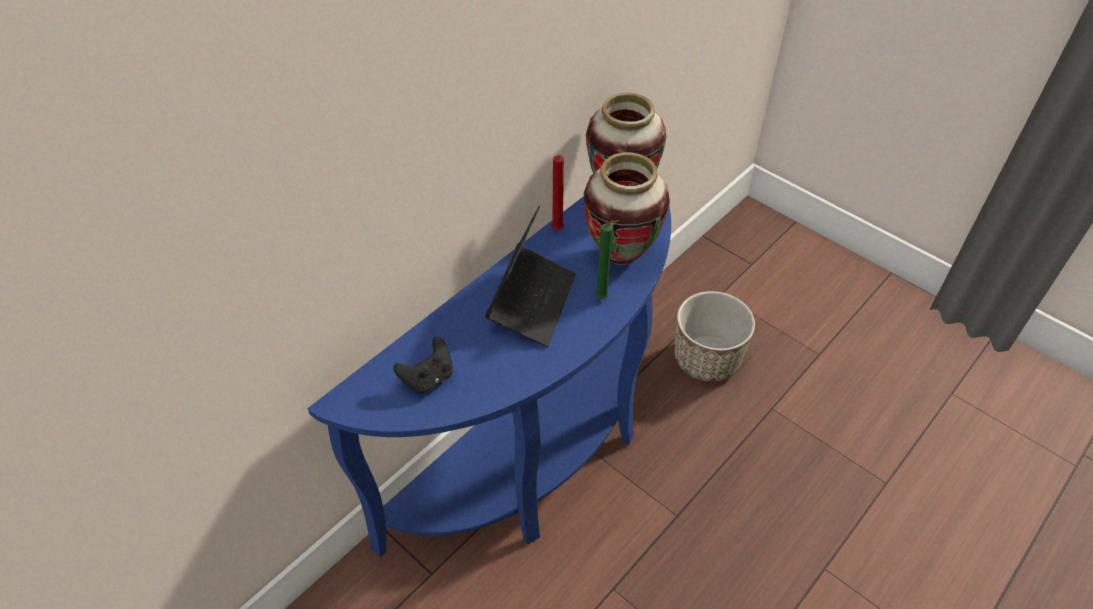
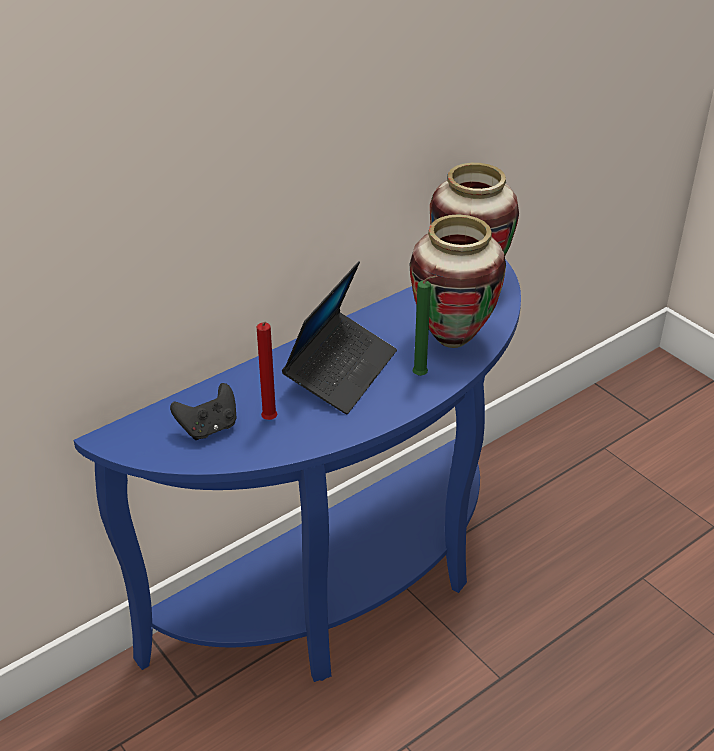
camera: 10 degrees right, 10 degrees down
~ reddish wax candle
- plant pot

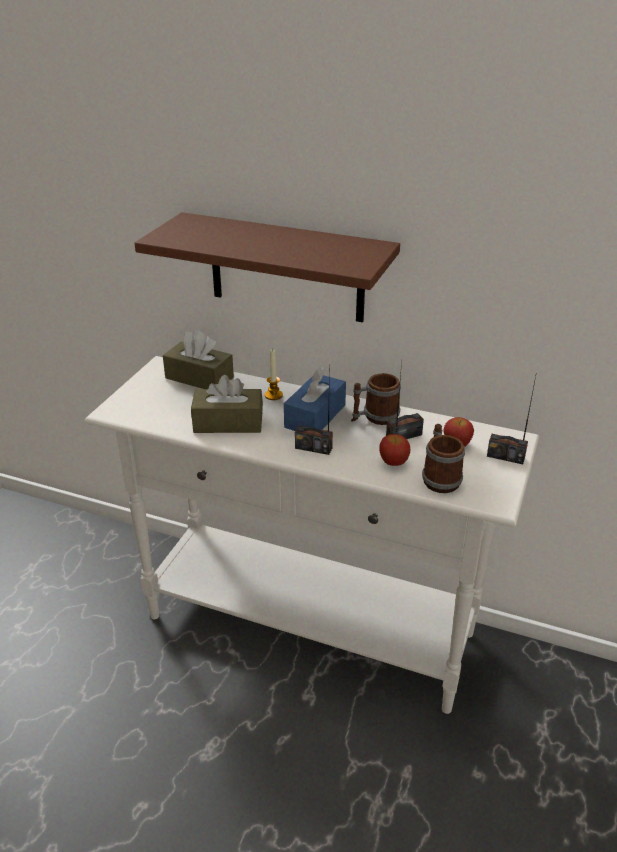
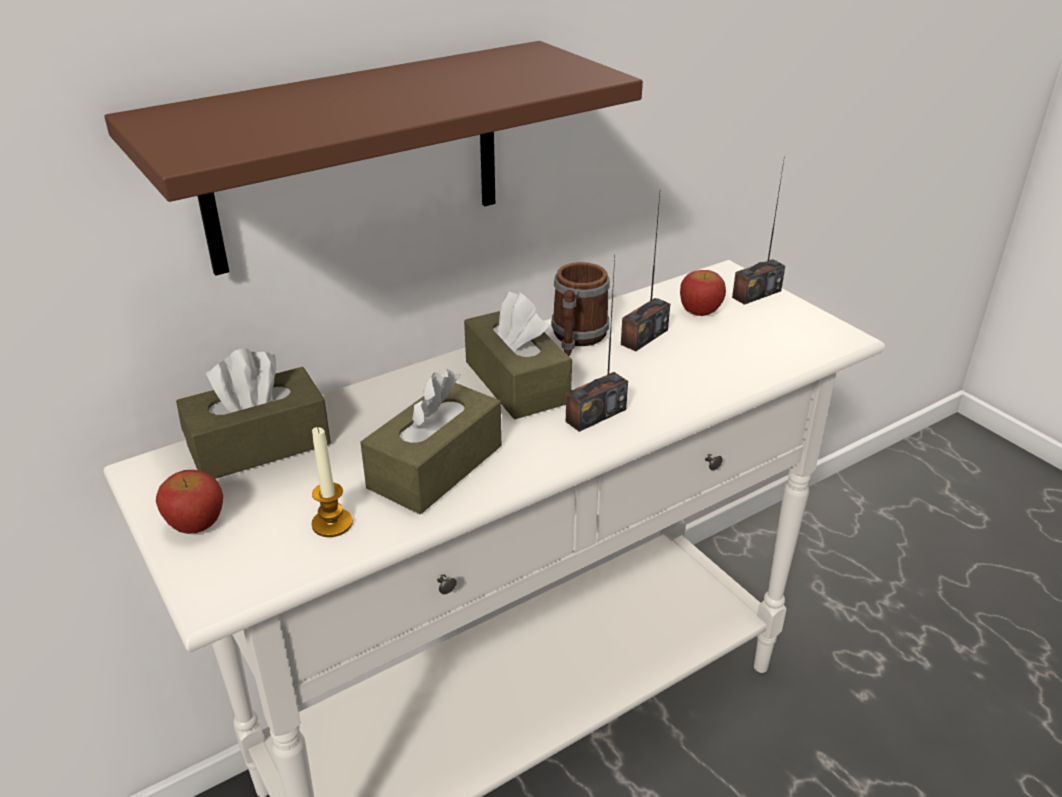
camera: 55 degrees left, 0 degrees up
~ wax candle
~ blue-coloured tissue holder to brown-coloured tissue holder (no. 3 from left)
~ apple (no. 1 from left)
~ radio (no. 2 from left) 150 degrees counterclockwise
- tea mug (no. 2 from left)

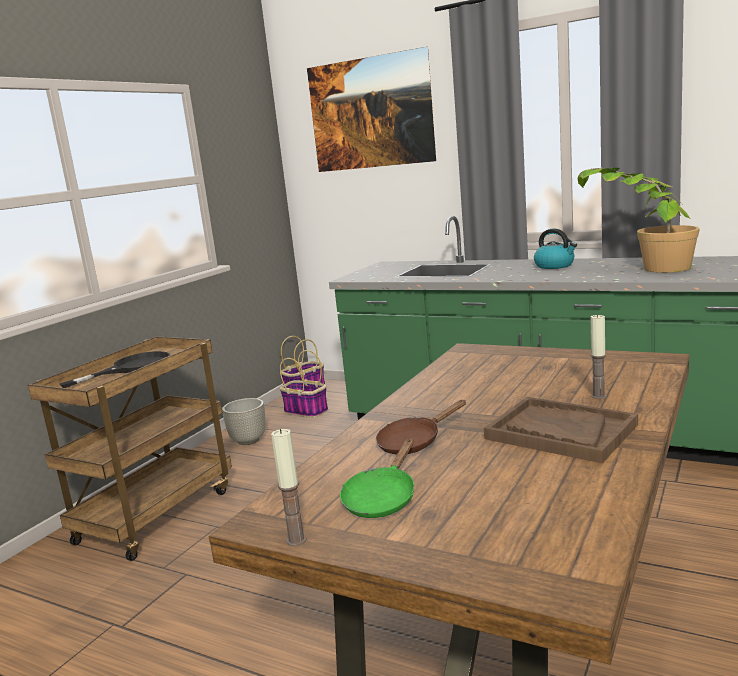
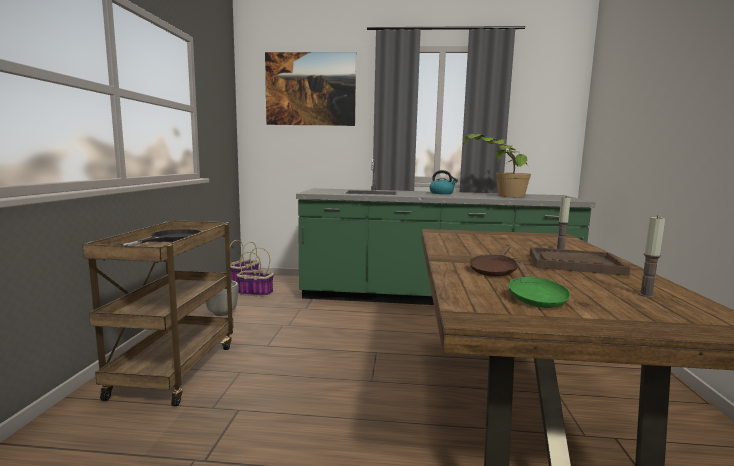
camera: 25 degrees left, 5 degrees down
~ wax candle (no. 1 from left in the first image) to wax candle (no. 2 from left)

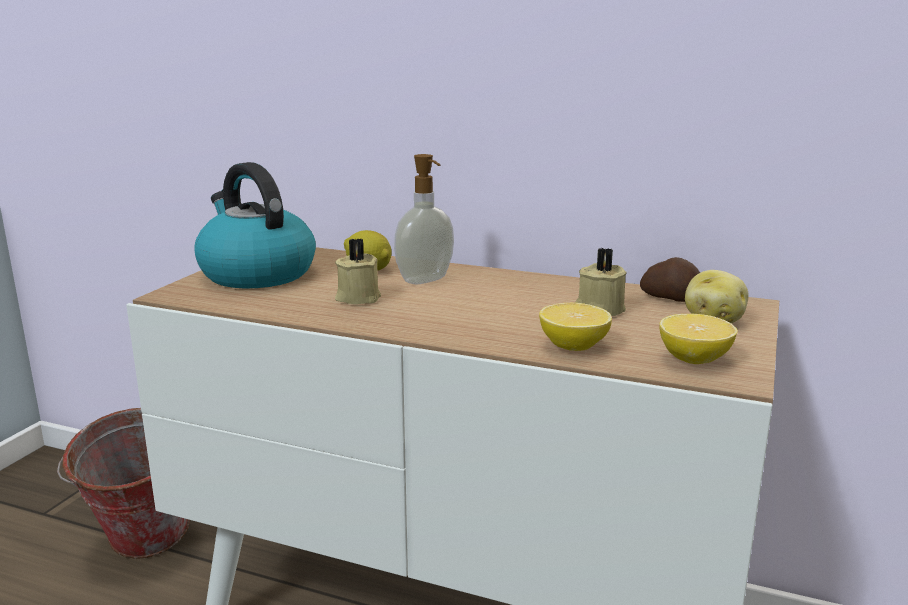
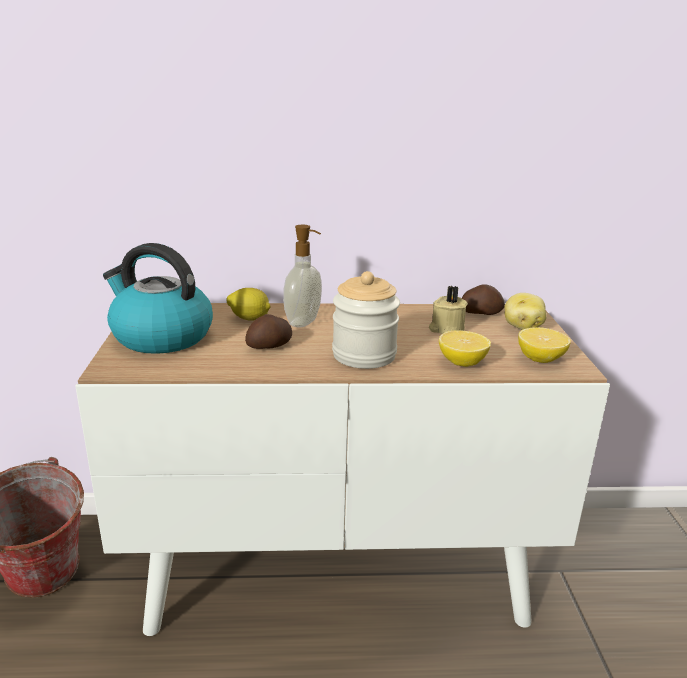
camera: 25 degrees left, 5 degrees up
~ sand-coloured wax candle (no. 1 from left) to whole potato (no. 1 from left)
+ storage jar

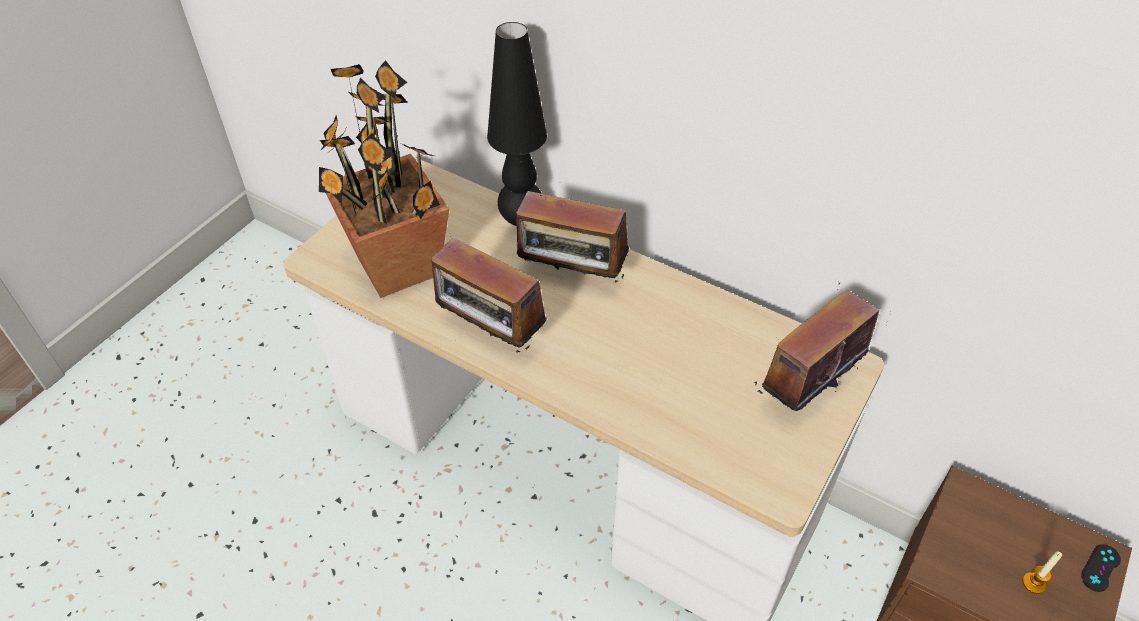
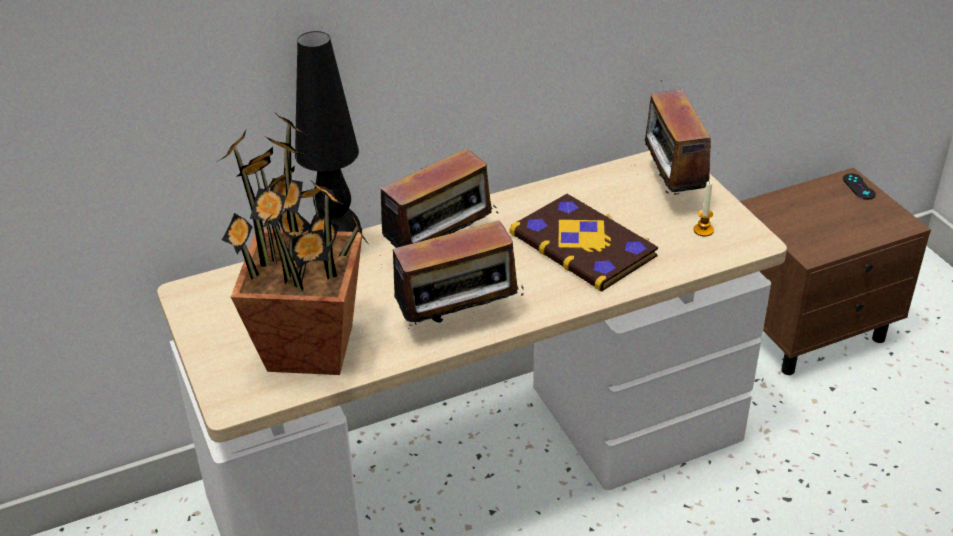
camera: 55 degrees left, 10 degrees down
~ wax candle
+ book

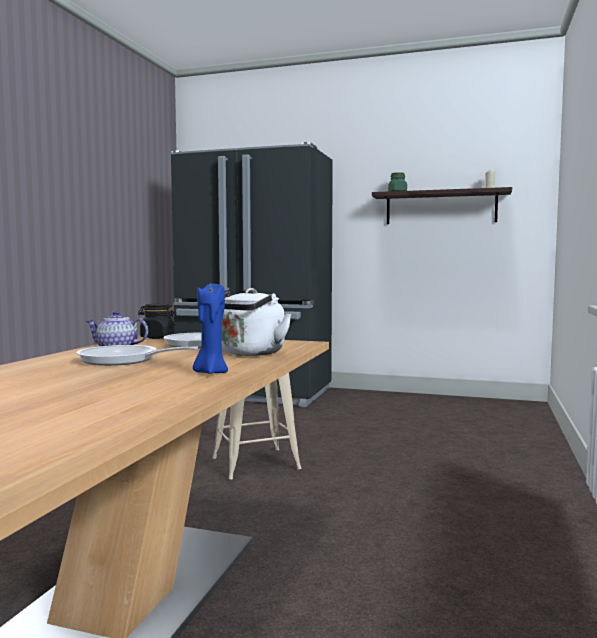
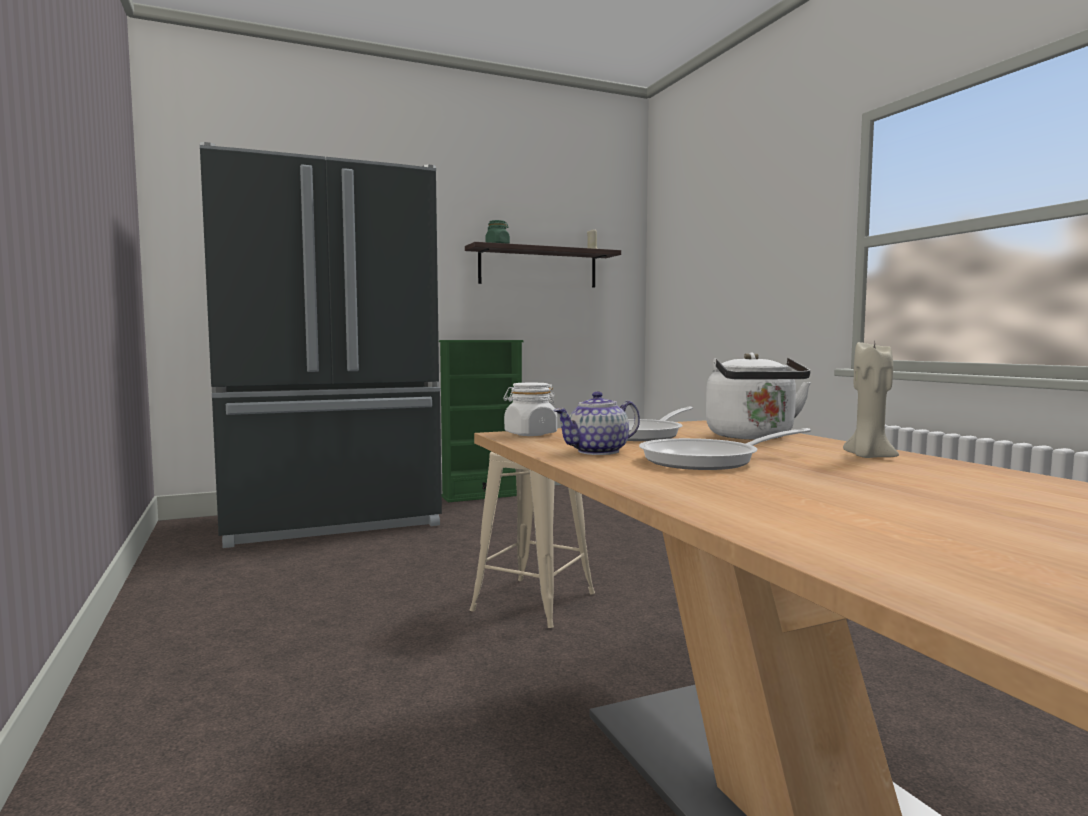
camera: 40 degrees left, 0 degrees up
~ black storage jar to white storage jar
~ blue-coloured wax candle to sand-coloured wax candle (no. 2 from left)
+ greenish shelving unit

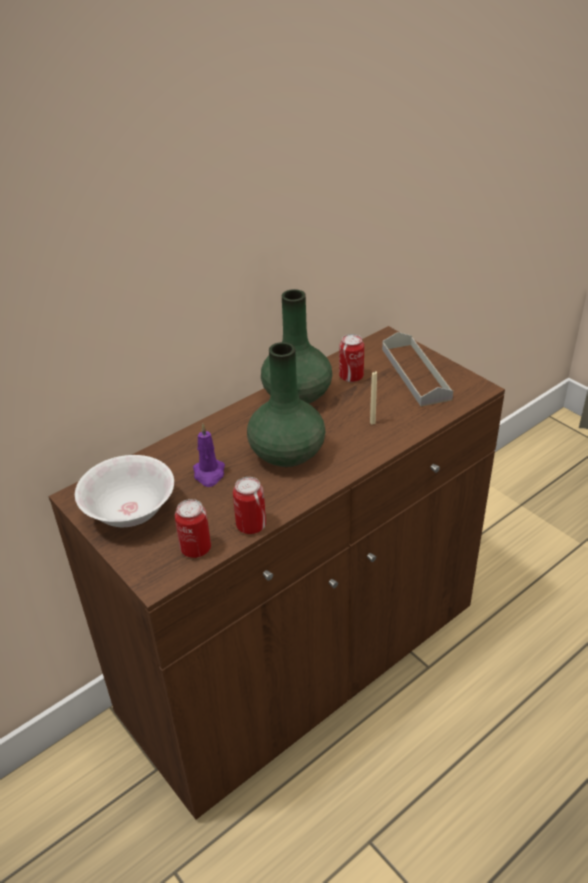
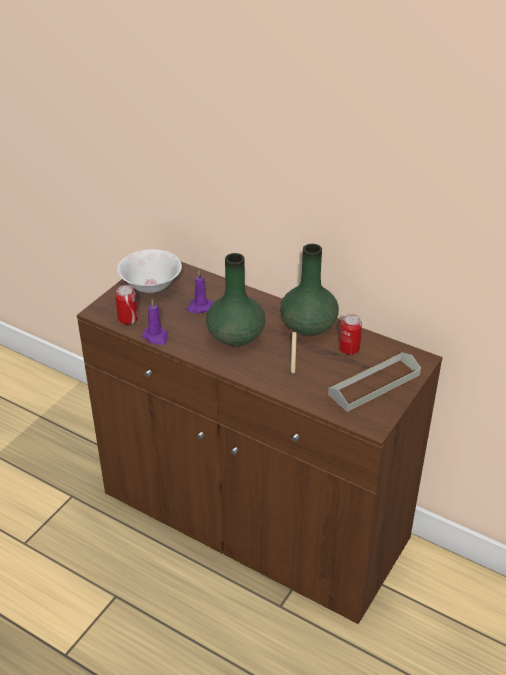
camera: 70 degrees right, 0 degrees up
~ can (no. 2 from left) to purple wax candle (no. 1 from left)

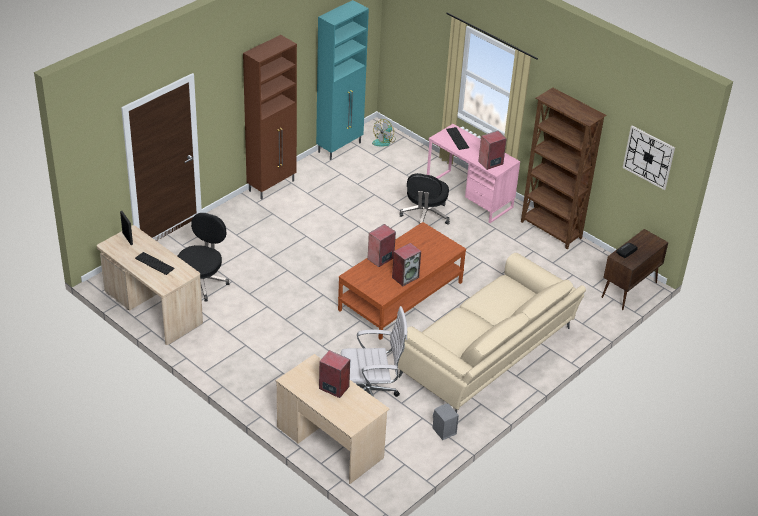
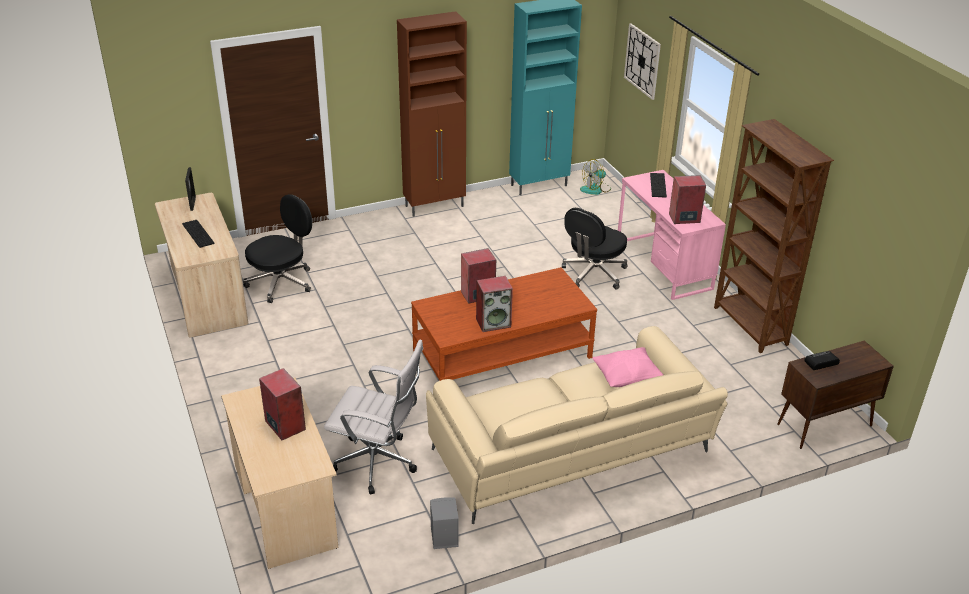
camera: 25 degrees right, 5 degrees down
~ hanging clock
+ pinkish throw pillow

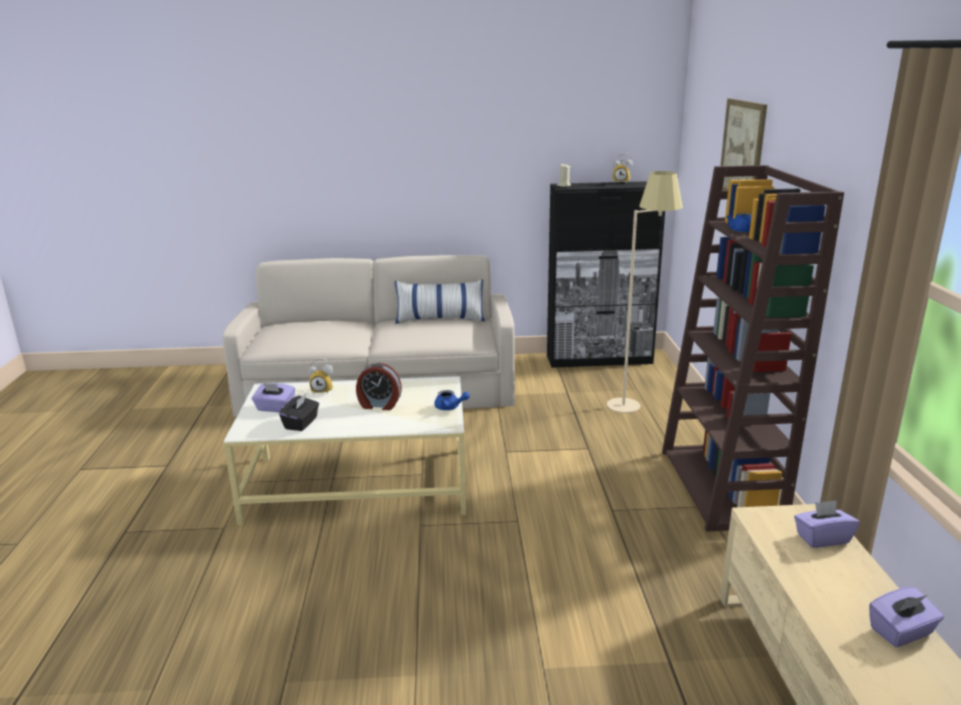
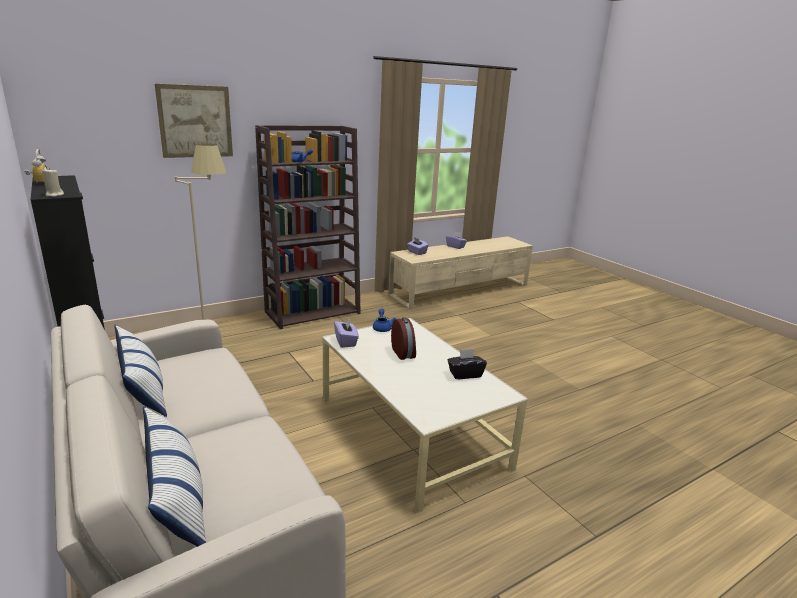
camera: 120 degrees left, 0 degrees up
~ purple tissue holder (no. 1 from left)
- bedside clock (no. 1 from left)
+ throw pillow (no. 2 from left)

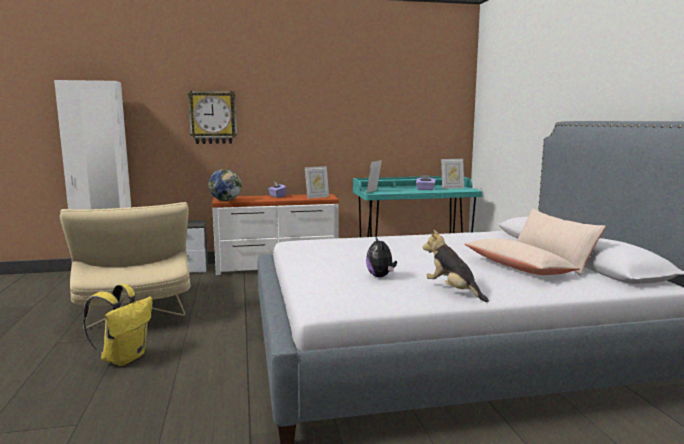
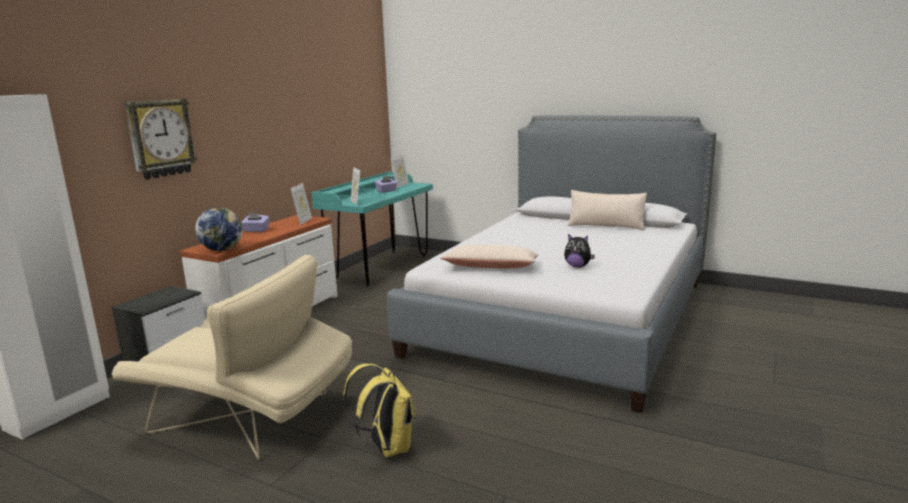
camera: 50 degrees left, 5 degrees up
- plush toy (no. 2 from left)
~ sand-coloured throw pillow (no. 1 from left)

